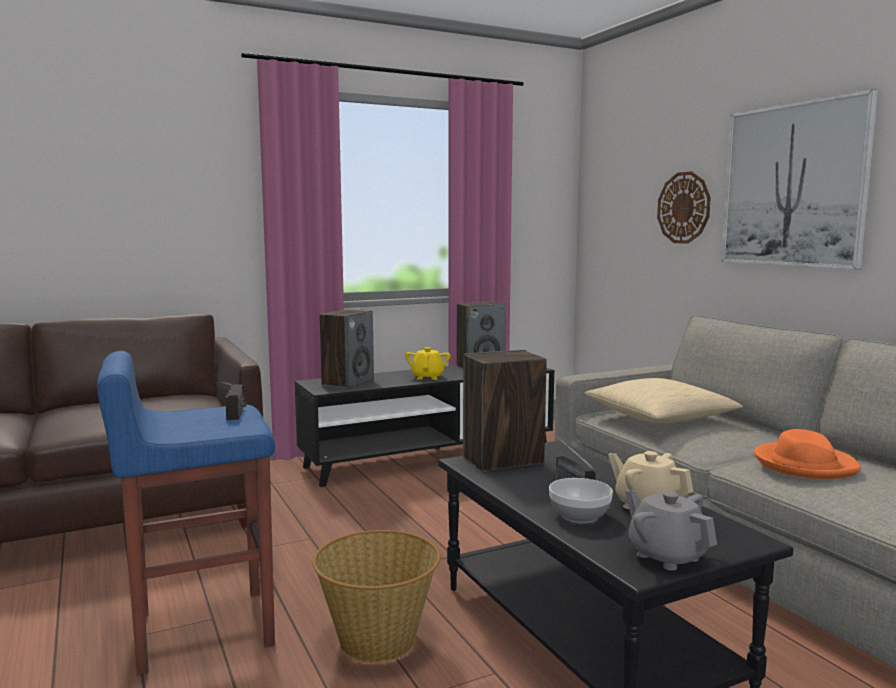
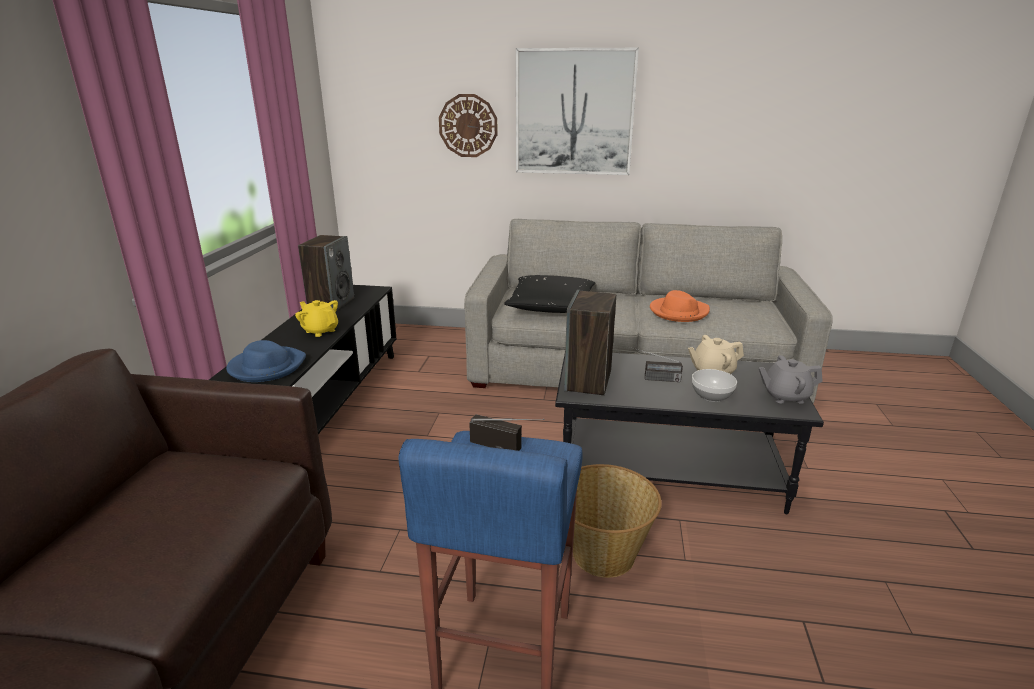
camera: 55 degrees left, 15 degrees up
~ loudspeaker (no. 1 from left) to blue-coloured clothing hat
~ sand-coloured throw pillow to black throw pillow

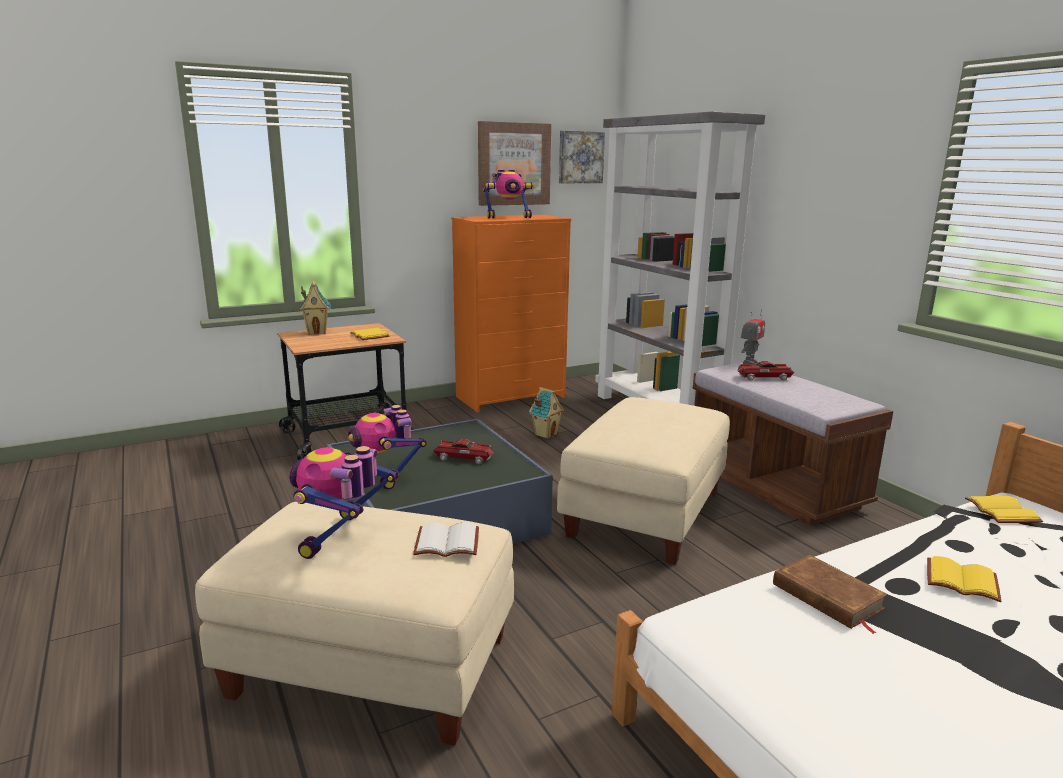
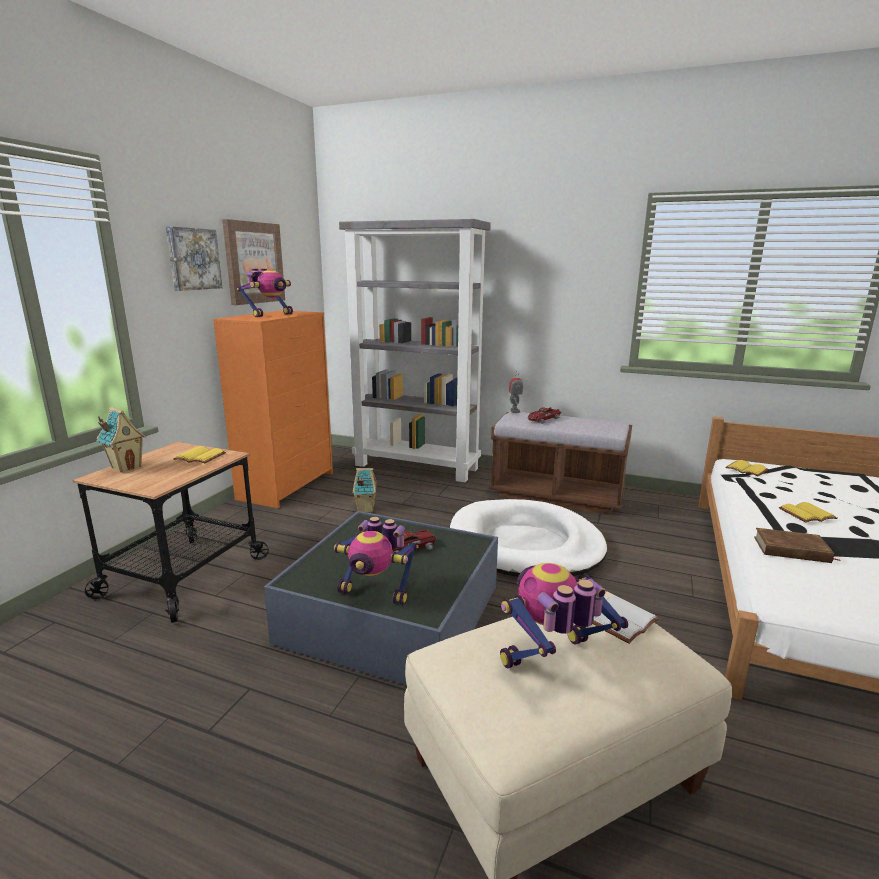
camera: 40 degrees left, 0 degrees up
~ toy robot (no. 1 from left in the first image) 90 degrees clockwise
~ sand-coloured footrest (no. 2 from left) to white dog cushion
~ wall picture (no. 2 from left in the first image) to wall picture (no. 1 from left)

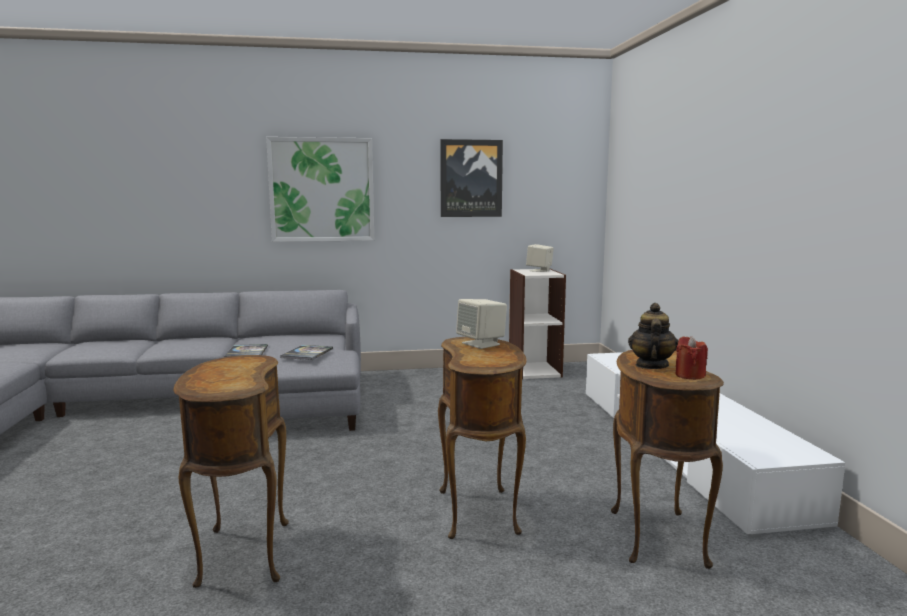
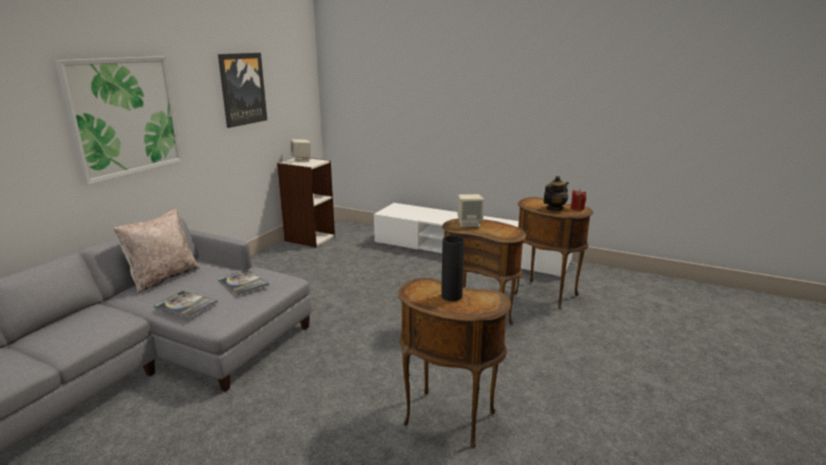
camera: 55 degrees left, 10 degrees up
~ teapot 90 degrees clockwise
+ sand-coloured throw pillow
+ black decorative vase

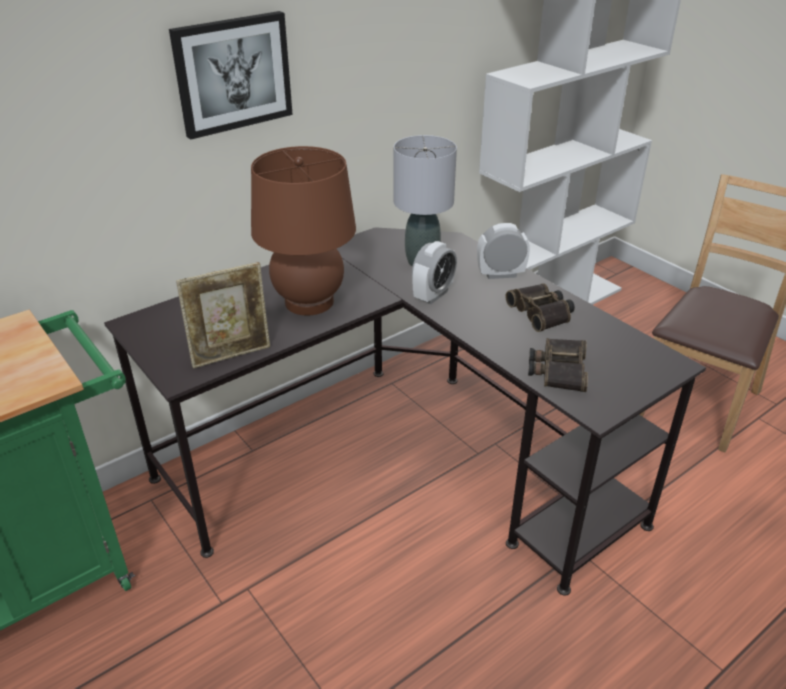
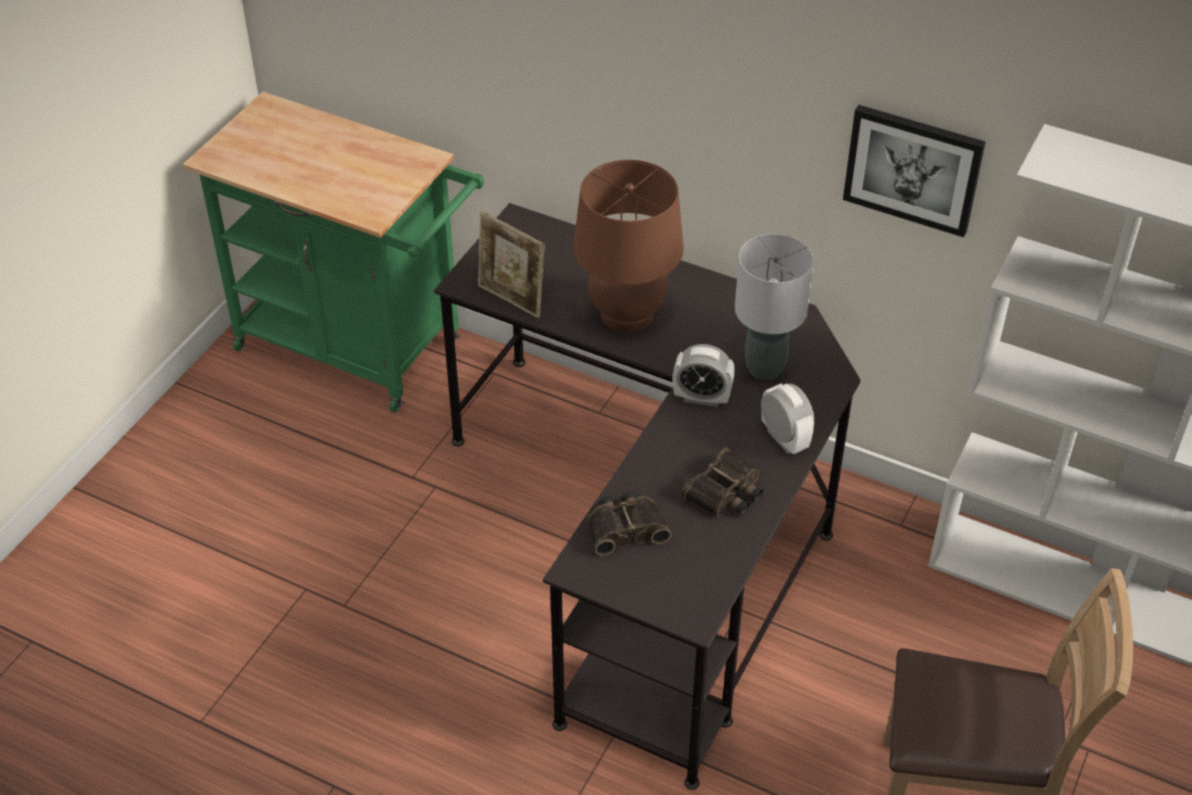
camera: 65 degrees right, 10 degrees up
~ wall picture

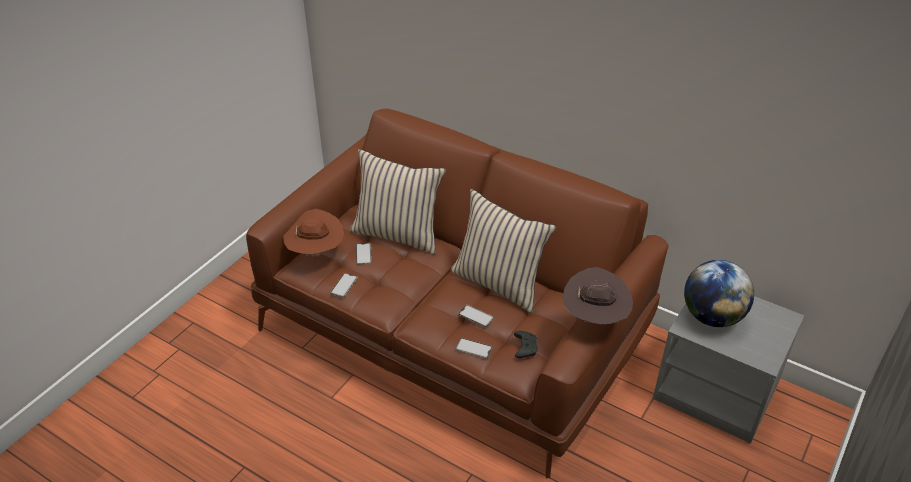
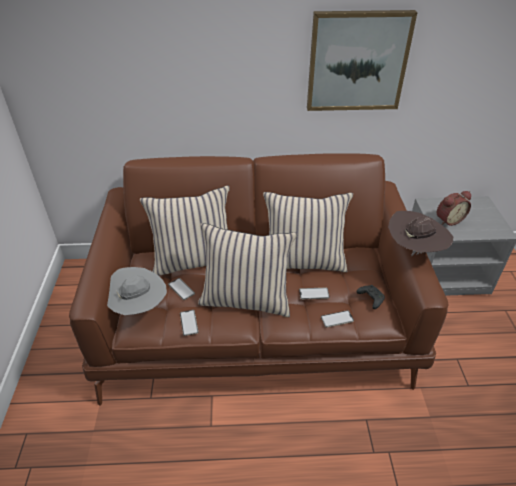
camera: 35 degrees left, 0 degrees up
~ brown-coloured clothing hat (no. 1 from left) to gray clothing hat
~ desk globe to bedside clock
+ sand-coloured throw pillow (no. 2 from left)
+ wall picture

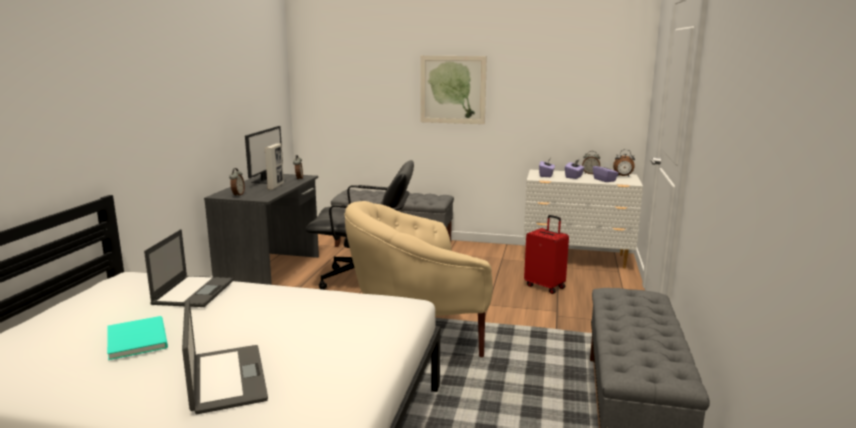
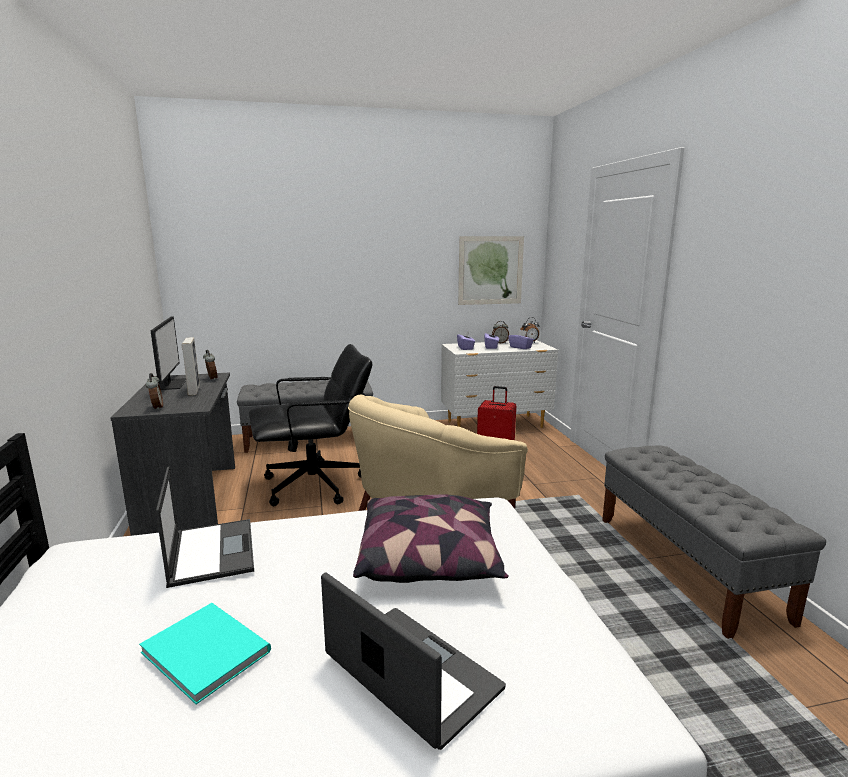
camera: 25 degrees left, 0 degrees up
~ wall picture
+ throw pillow

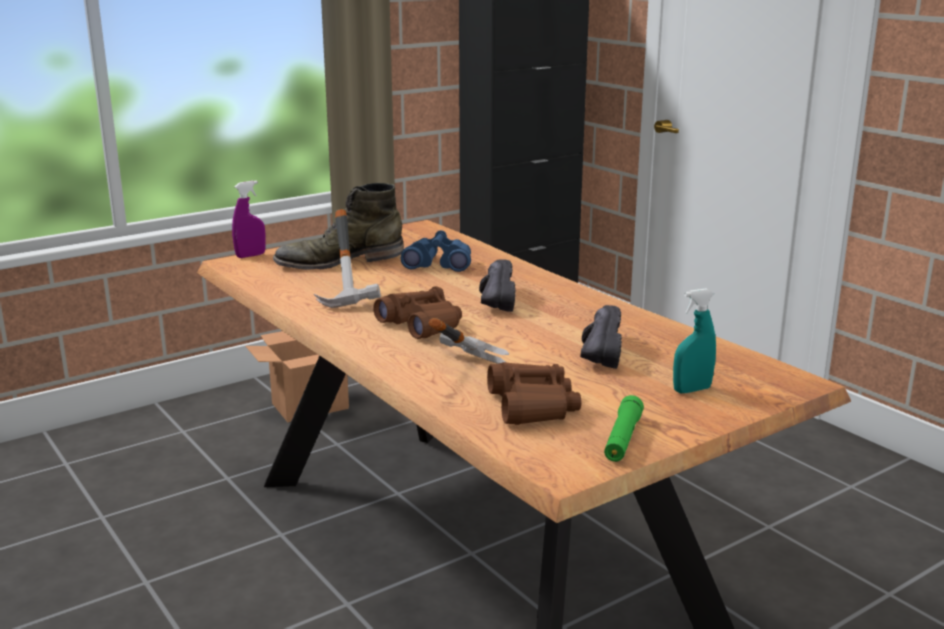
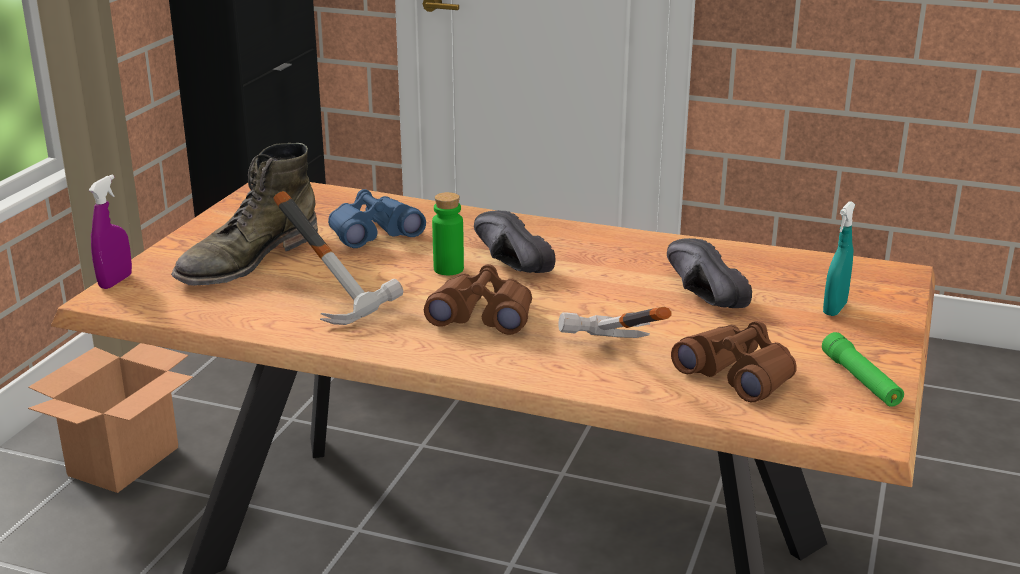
camera: 35 degrees left, 5 degrees up
+ greenish beverage bottle

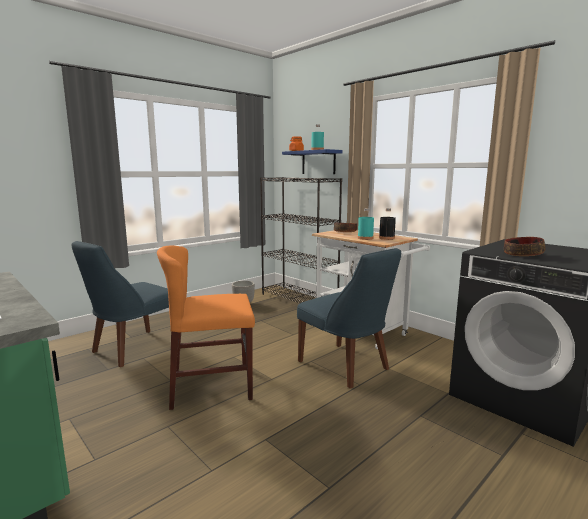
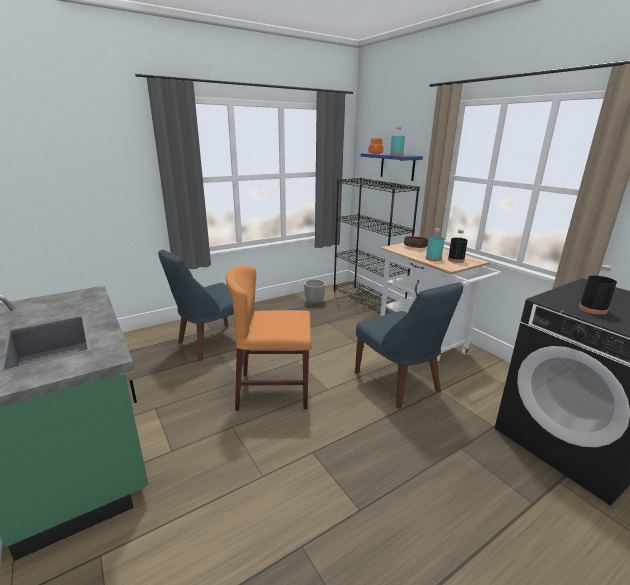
camera: 10 degrees right, 10 degrees up
~ deep dish (no. 2 from left) to black beverage bottle (no. 2 from left)

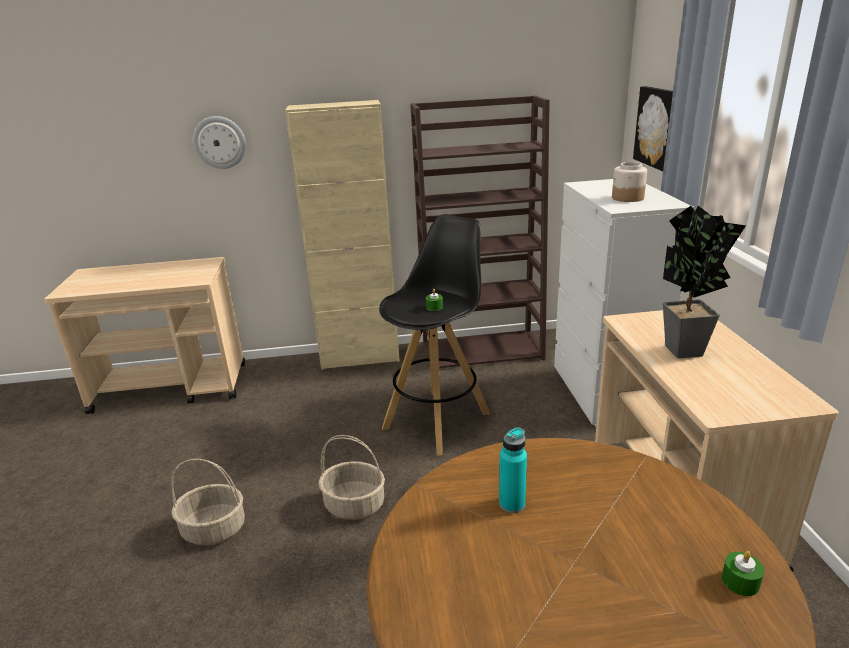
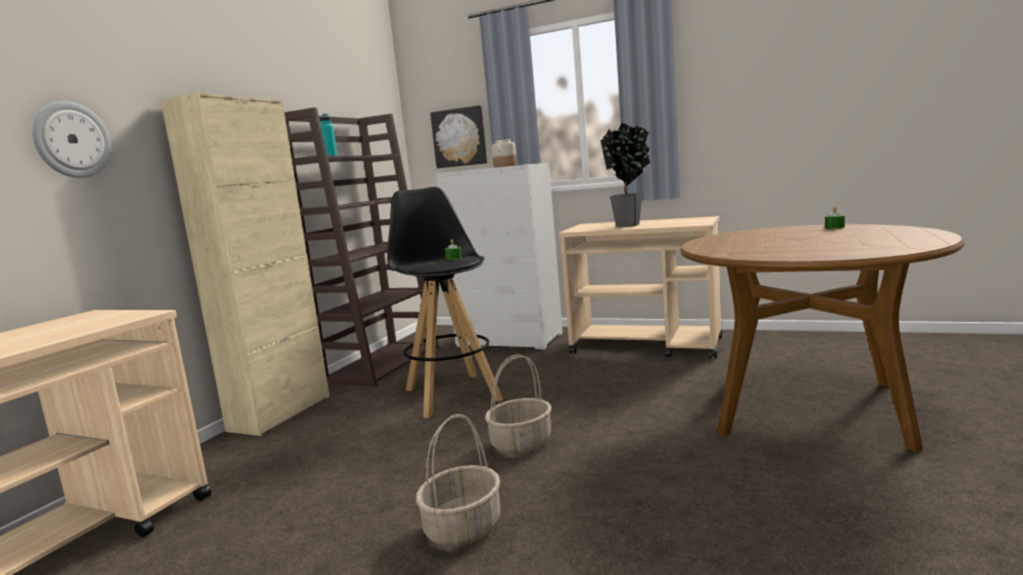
camera: 60 degrees left, 15 degrees down
~ turquoise-coloured beverage bottle

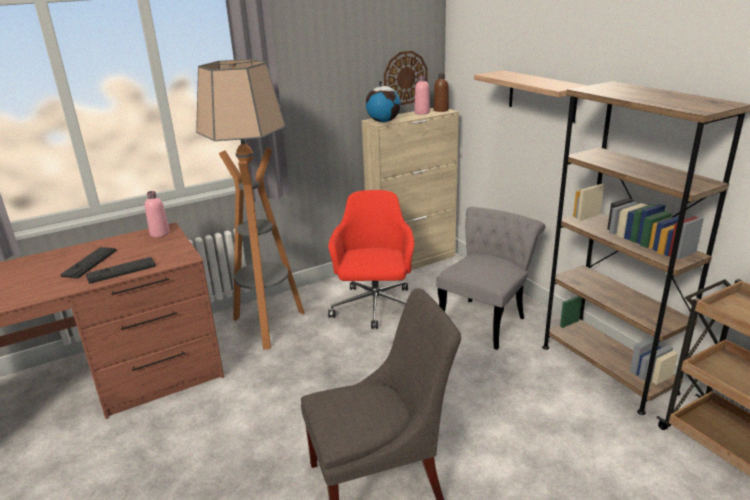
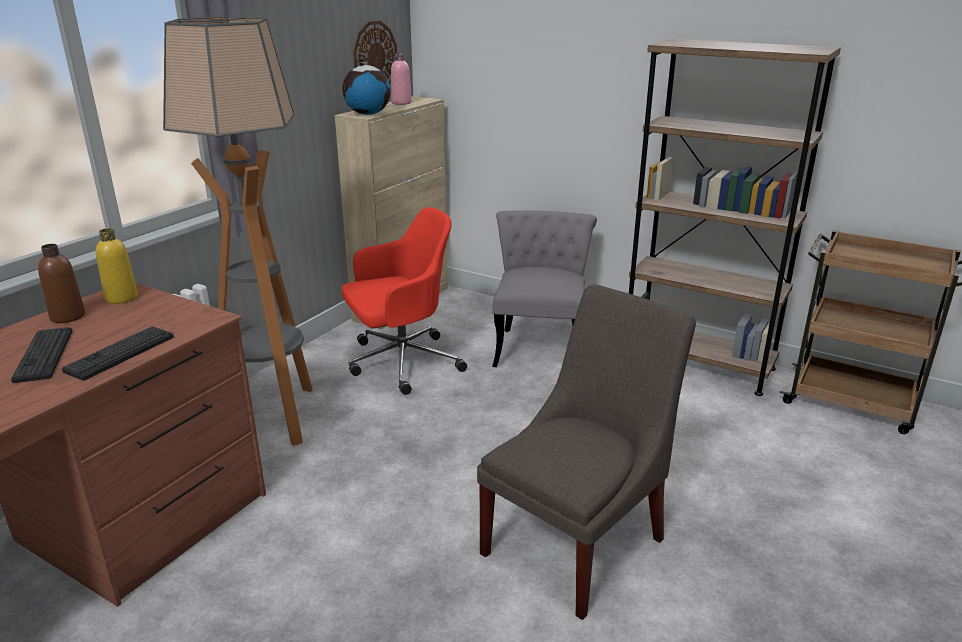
camera: 30 degrees left, 0 degrees up
~ pinkish beverage bottle (no. 1 from left) to yellowish beverage bottle
~ reddish desk chair 90 degrees clockwise
~ brown-coloured beverage bottle
- bracket shelf

